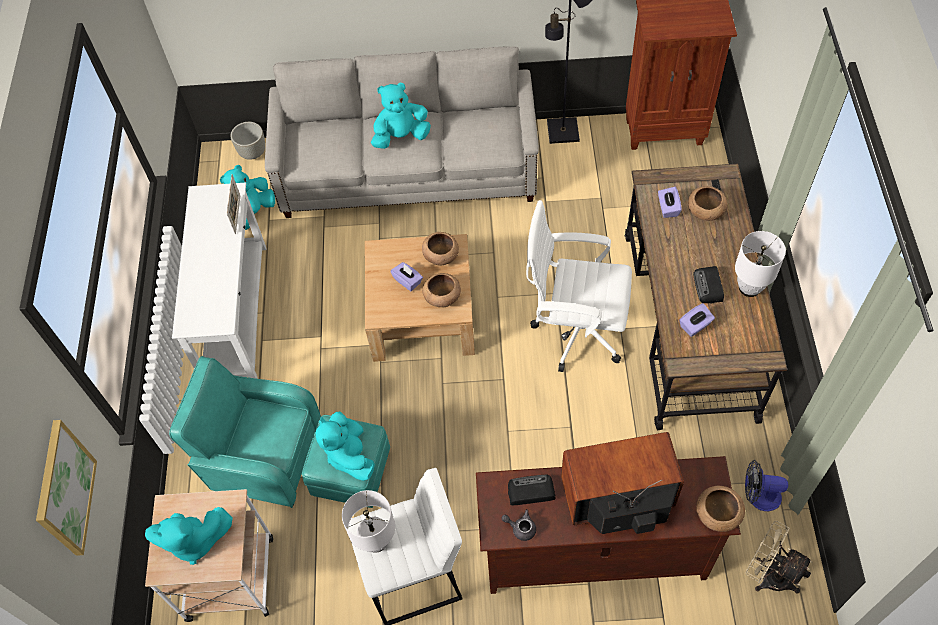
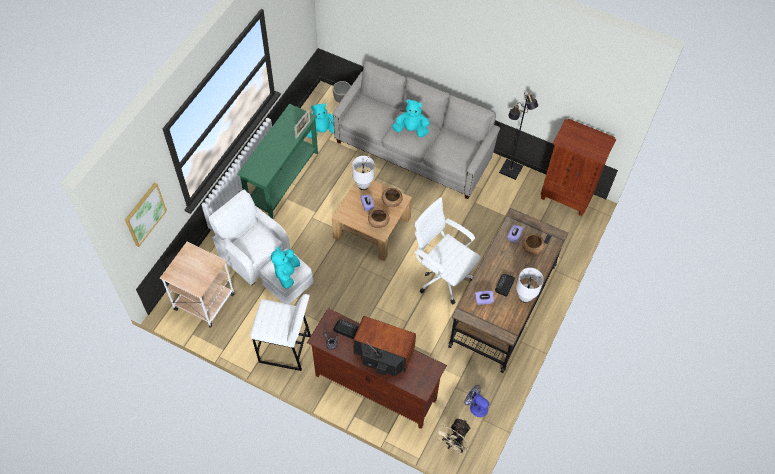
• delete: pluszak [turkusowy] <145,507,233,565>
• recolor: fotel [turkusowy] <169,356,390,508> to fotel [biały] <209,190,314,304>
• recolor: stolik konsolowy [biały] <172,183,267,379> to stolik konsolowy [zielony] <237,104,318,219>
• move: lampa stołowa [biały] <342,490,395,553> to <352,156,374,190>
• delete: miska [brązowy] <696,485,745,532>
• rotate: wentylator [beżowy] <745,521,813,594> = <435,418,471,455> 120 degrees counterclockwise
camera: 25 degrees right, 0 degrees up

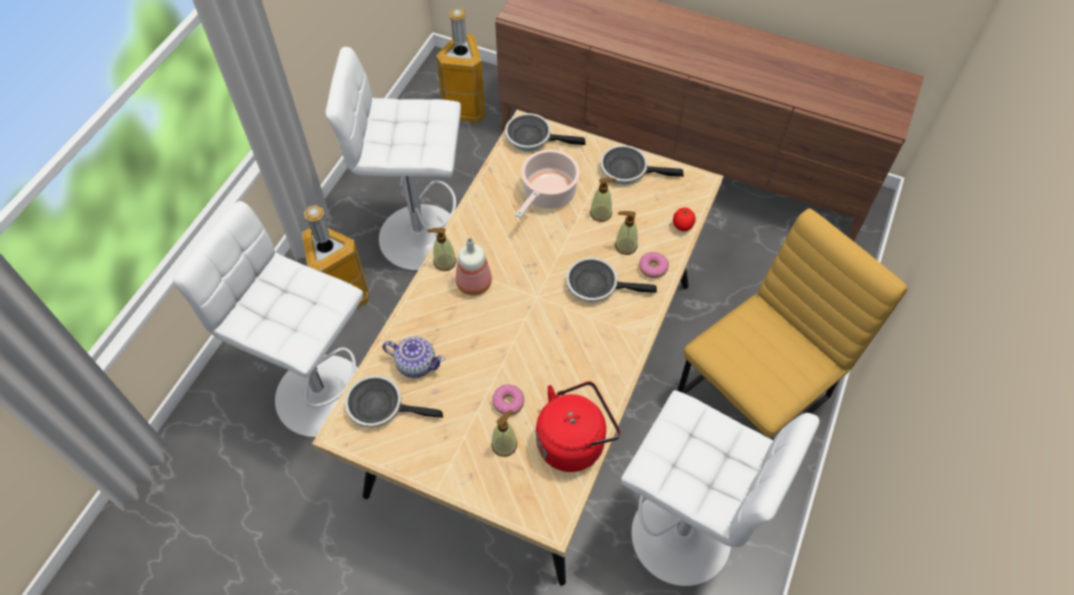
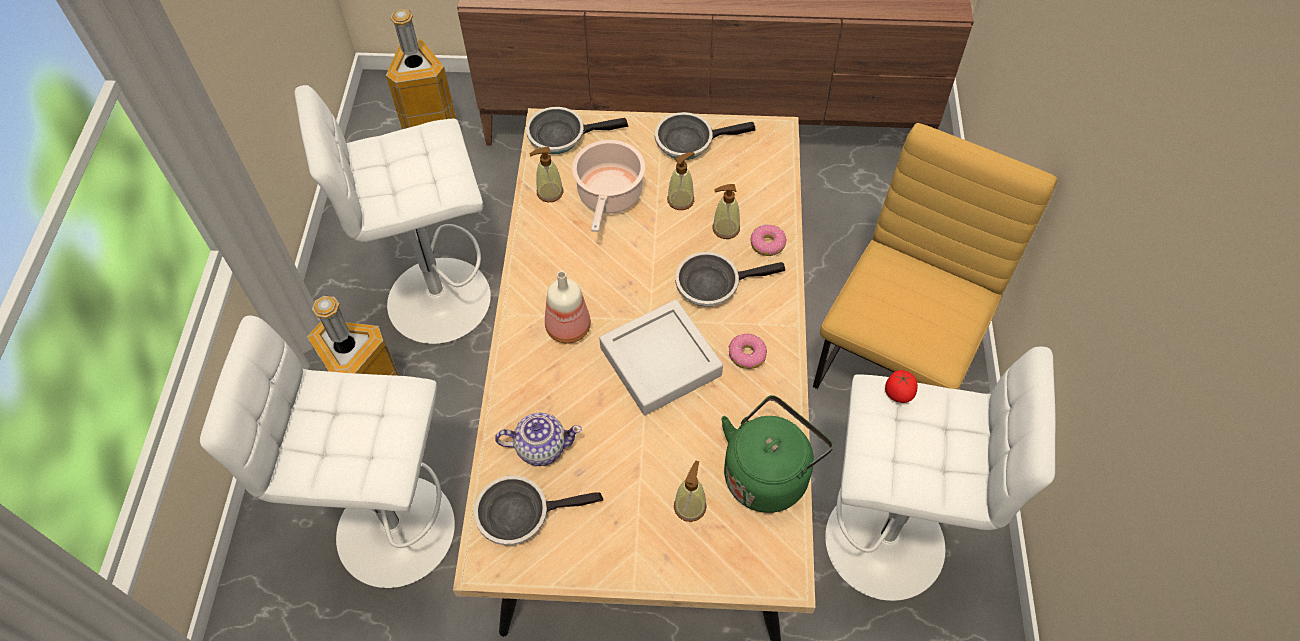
• move: dozownik mydła <428,228,456,271> to <530,147,564,202>
• move: donut <492,385,524,415> to <729,334,767,369>
• recolor: czajnik [czerwony] <536,381,621,472> to czajnik [zielony] <721,395,833,513>
• move: pomidor <673,208,696,231> to <885,370,918,403>
• insert: taca [szary] <599,300,723,415>
camera: 20 degrees left, 0 degrees up

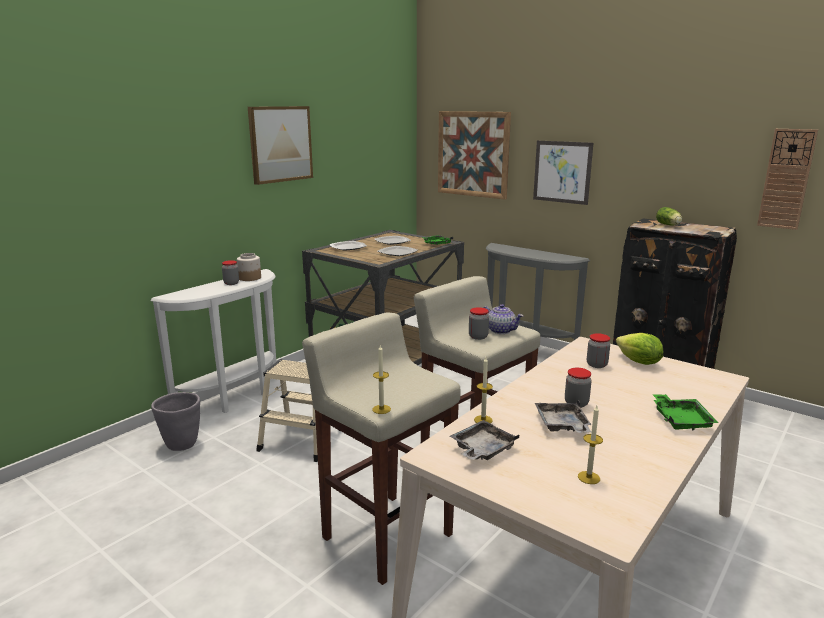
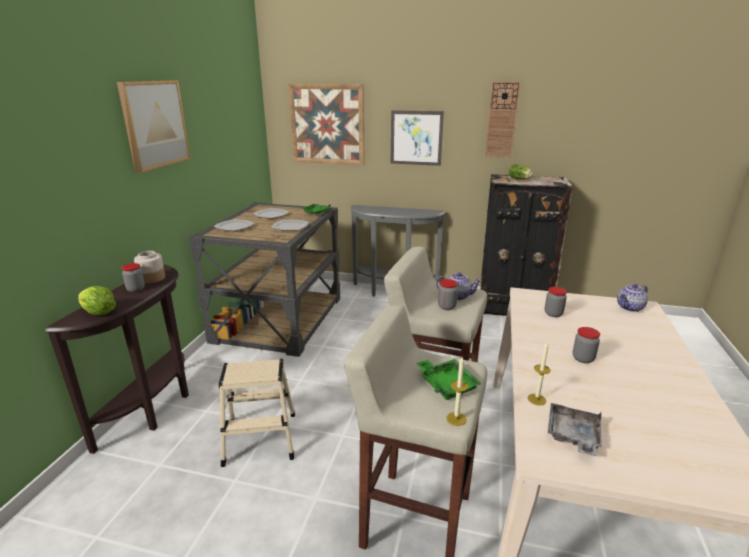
• recolor: stolik konsolowy [biały] <150,269,276,413> to stolik konsolowy [brązowy] <44,264,189,454>
• delete: donica [szary] <151,392,200,451>
• delete: taca [szary] <535,400,591,433>
• delete: świeca <578,405,603,484>
• move: sałata <616,333,663,365> to <78,286,116,316>
• move: taca [zielony] <652,394,718,431> to <417,359,482,400>
• move: zegar ścienny <757,129,818,230> to <485,81,521,158>
• insert: imbryk <617,284,648,312>
camera: 25 degrees left, 5 degrees up

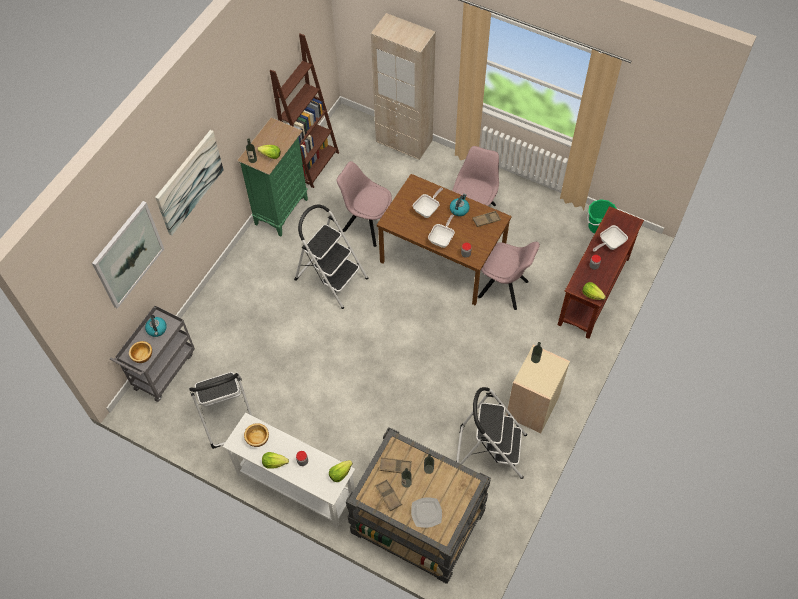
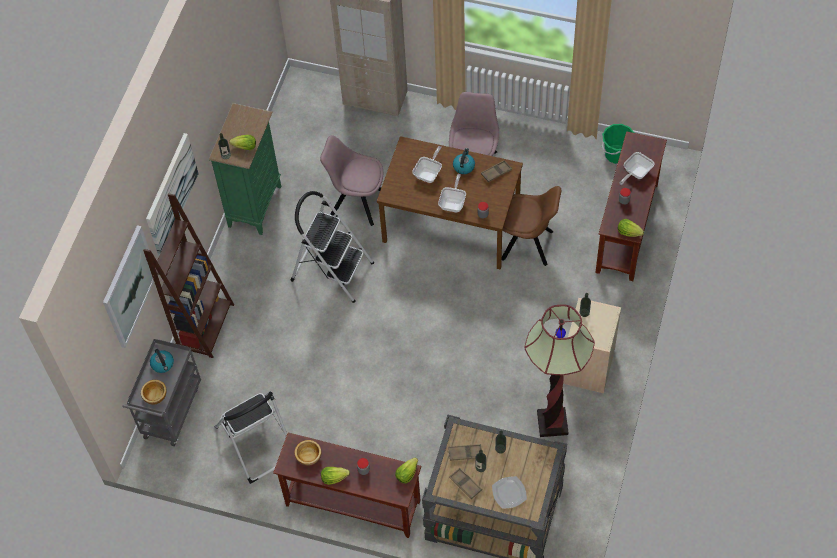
• recolor: stolik konsolowy [biały] <223,413,355,528> to stolik konsolowy [brązowy] <273,432,421,538>
• move: regał [brązowy] <270,34,339,188> to <143,193,234,358>
• replace: drabinka <456,387,527,479> to lampa stojąca <524,304,595,437>
• recolor: krzesło [różowy] <478,242,540,310> to krzesło [brązowy] <502,186,561,266>
camera: 10 degrees left, 0 degrees up

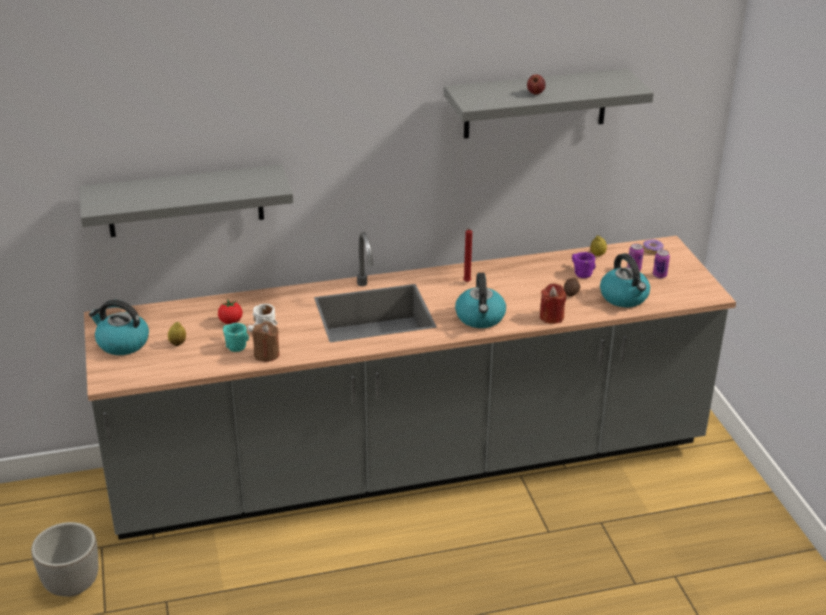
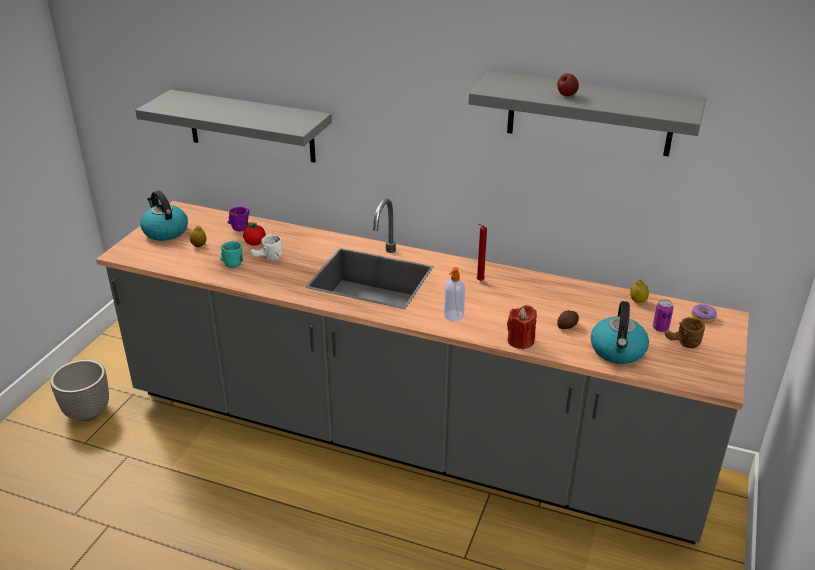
• delete: świeca [brązowy] <252,321,279,362>
• replace: czajnik <455,273,506,328> to dozownik mydła <444,267,465,321>
• move: kubek [fioletowy] <572,252,596,278> to <228,207,249,231>
• replace: puszka <653,250,670,279> to kubek [brązowy] <665,317,705,348>
camera: 35 degrees right, 0 degrees up

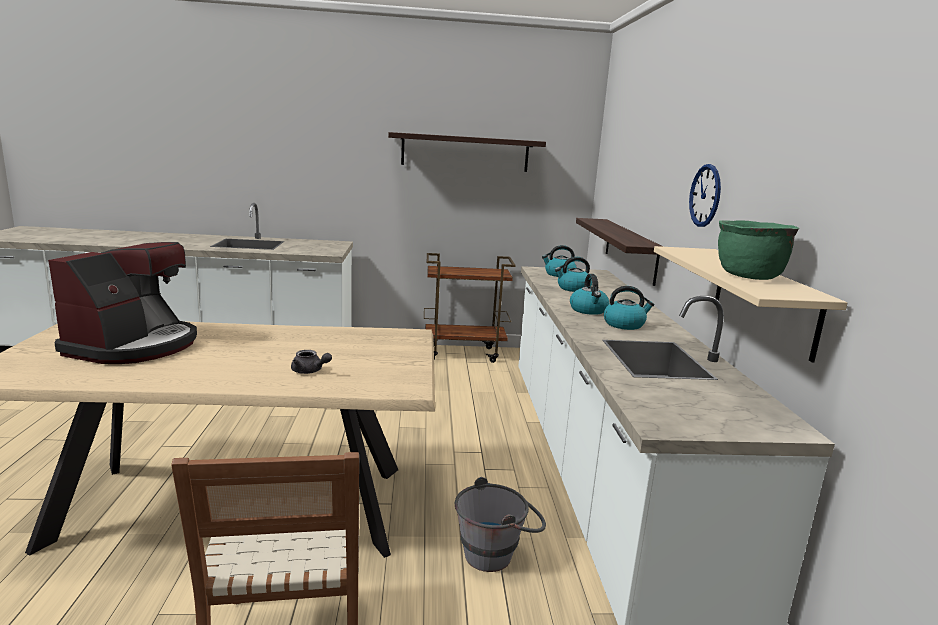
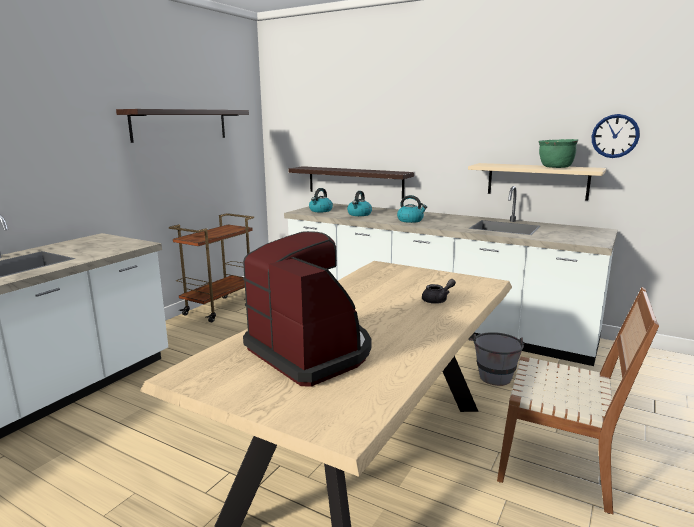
• delete: czajnik <604,286,655,330>
• move: zegar ścienny <689,164,721,227> to <592,114,640,158>
camera: 55 degrees left, 0 degrees up

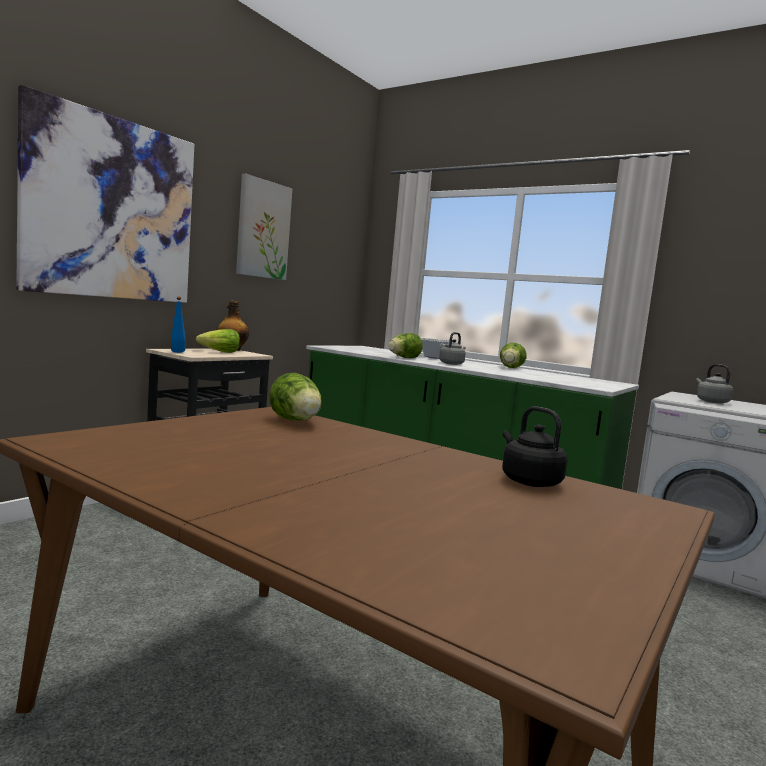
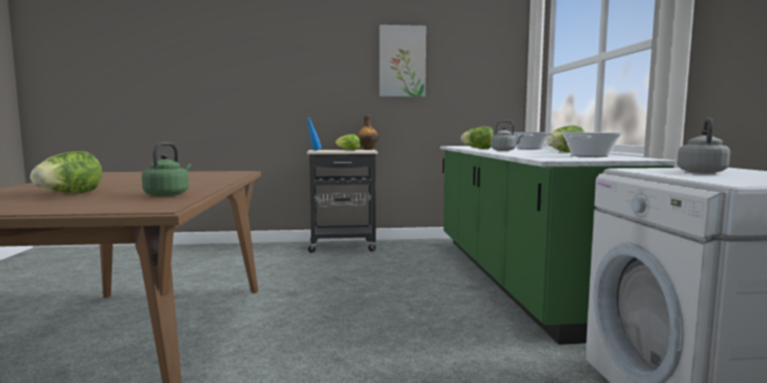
• delete: obraz <16,85,194,303>
• move: sałata <269,373,321,421> to <30,151,102,193>
• recolor: czajnik [czarny] <502,406,568,487> to czajnik [zielony] <142,142,192,197>
• insert: garnek <560,132,625,157>
camera: 50 degrees right, 0 degrees up

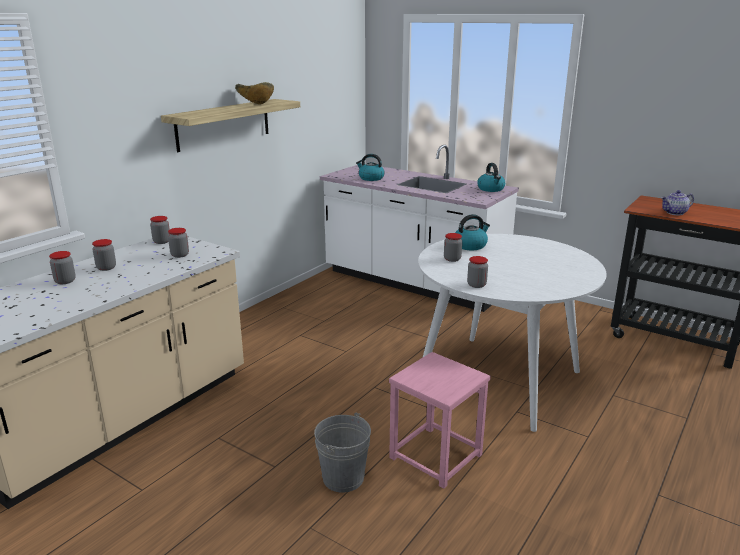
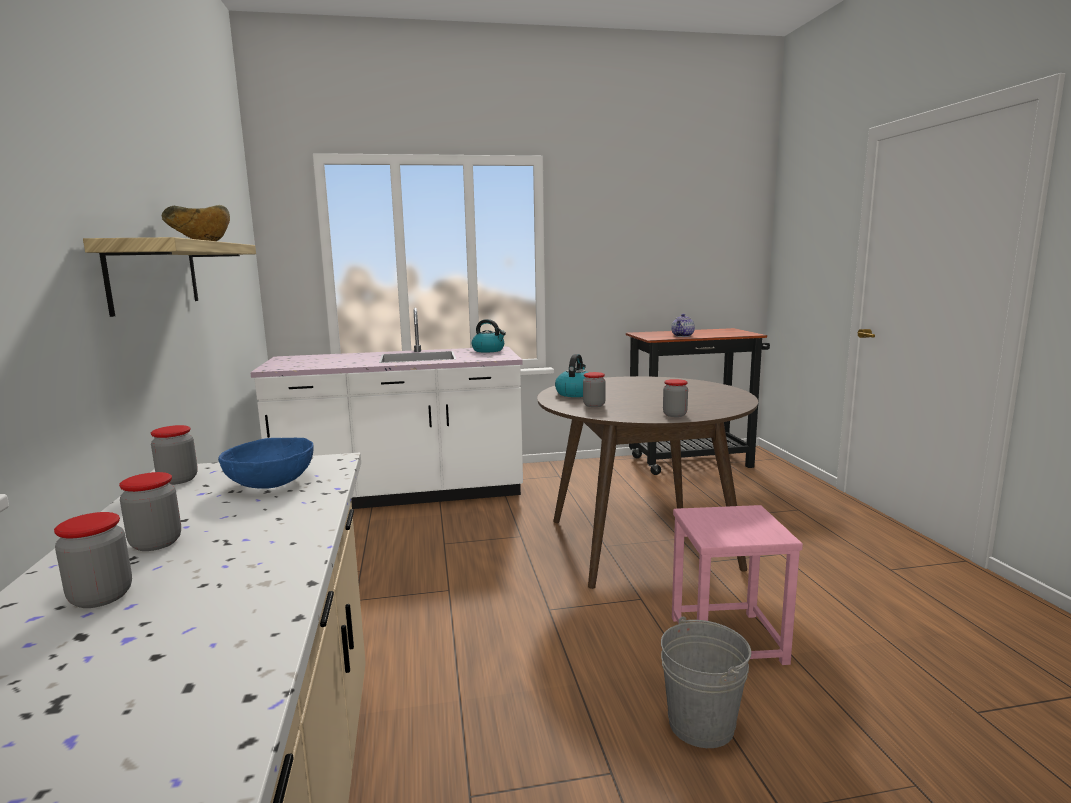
• replace: słoik <168,228,189,258> to miska [niebieski] <218,438,314,489>
• delete: czajnik <356,154,385,181>
• recolor: stół jadalny [biały] <418,234,607,432> to stół jadalny [brązowy] <537,376,758,589>
camera: 45 degrees left, 10 degrees down

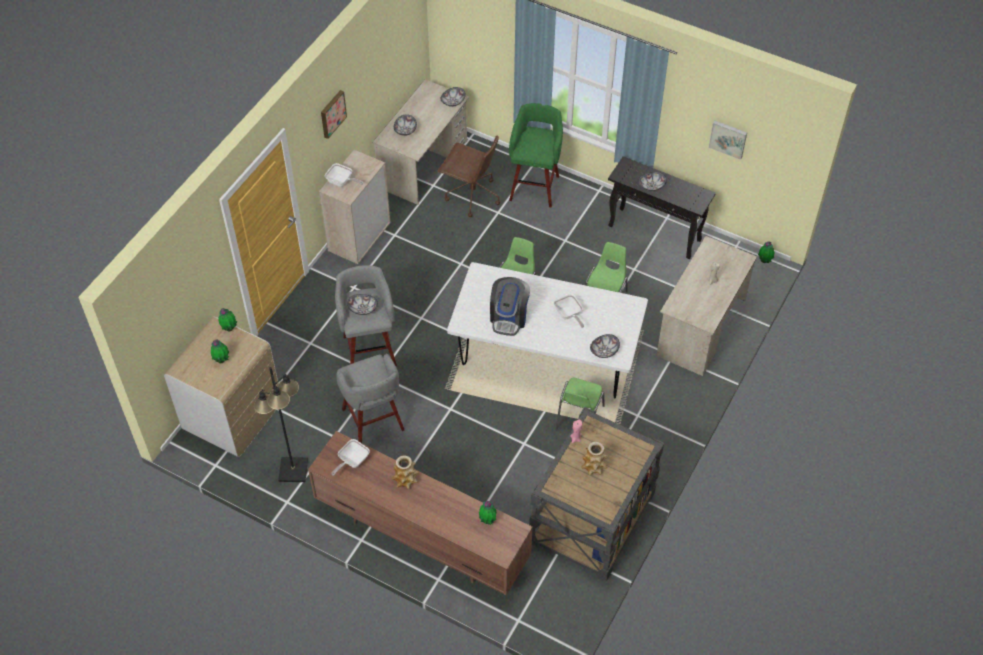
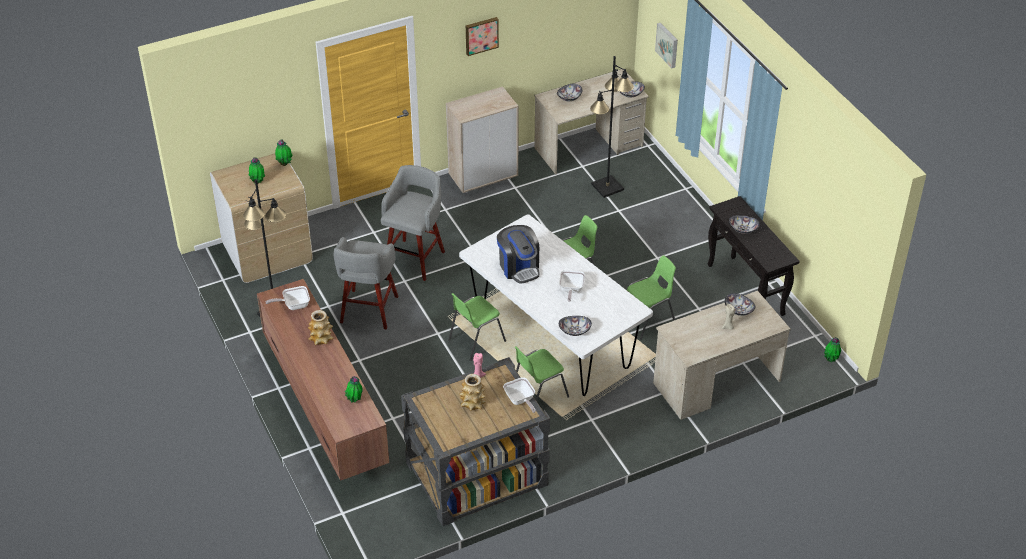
• move: patelnia <325,163,363,187> to <503,377,536,413>
• move: miska <347,294,378,315> to <725,293,755,316>
• replace: krzesło biurowe [brązowy] <437,135,500,217> to lampa stojąca [czarny] <590,56,634,198>
• rotate: ekspres do kawy <490,277,530,336> = <497,225,539,284> 75 degrees counterclockwise
• delete: stołek [zielony] <509,103,563,207>
• move: obraz <709,121,747,160> to <655,23,678,68>
• insert: krzesło [zielony] <448,293,506,361>
camera: 35 degrees right, 10 degrees down

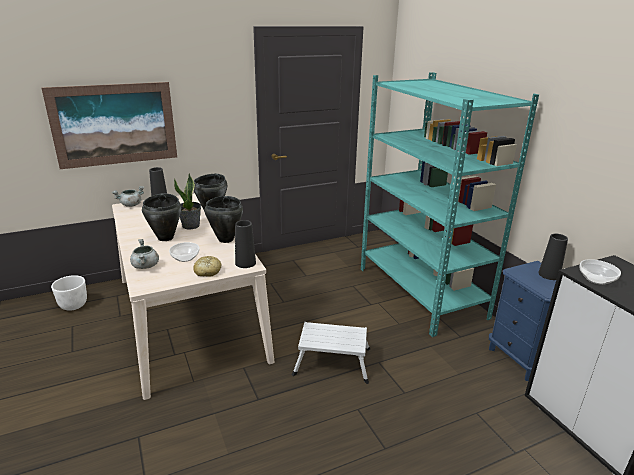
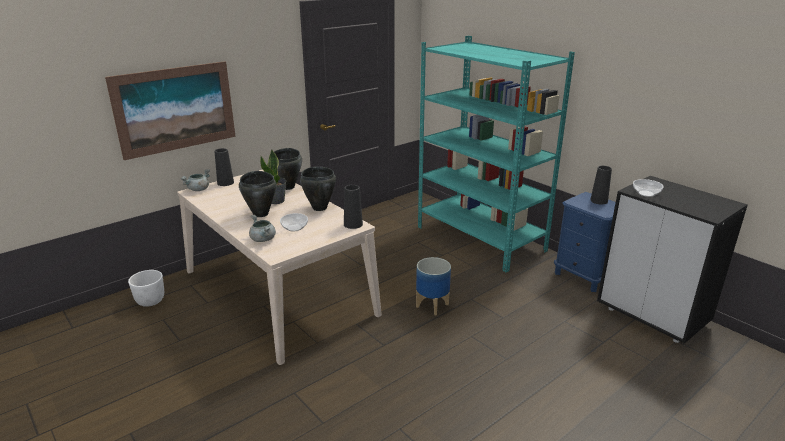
• delete: chleb <193,256,222,277>
• replace: drabinka [biały] <292,322,370,384> to donica <416,257,451,315>
camera: 15 degrees left, 0 degrees up

